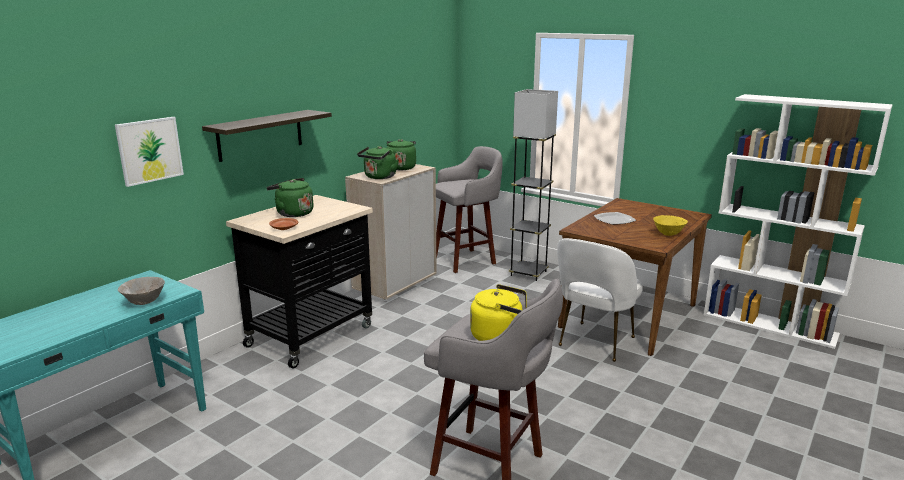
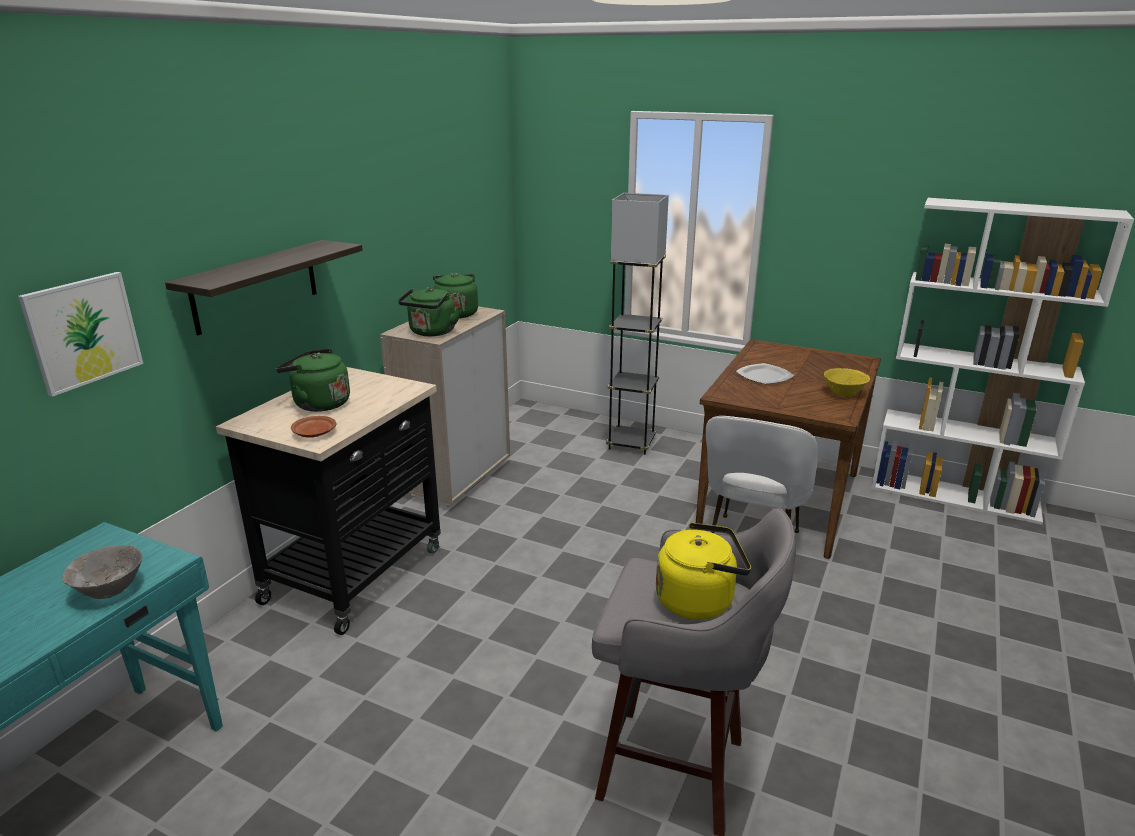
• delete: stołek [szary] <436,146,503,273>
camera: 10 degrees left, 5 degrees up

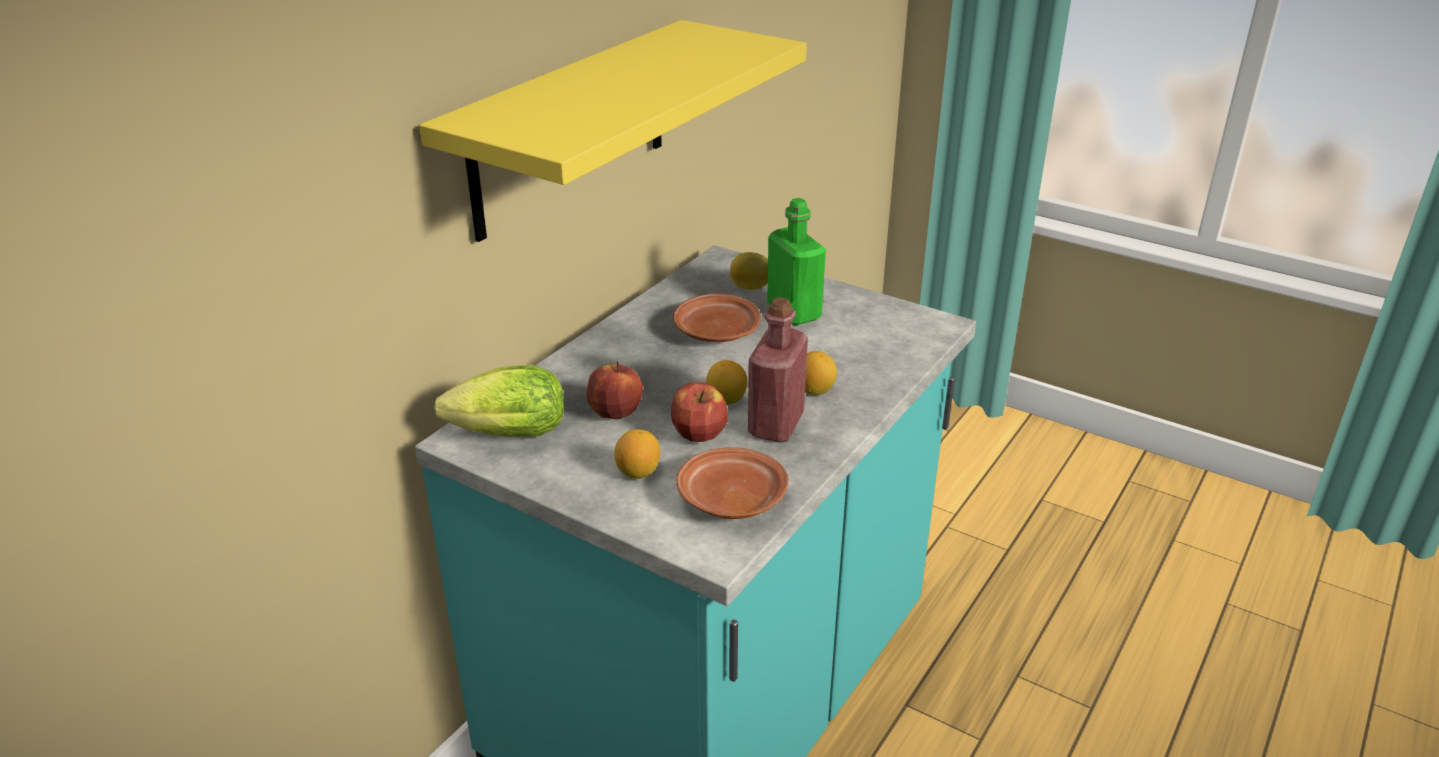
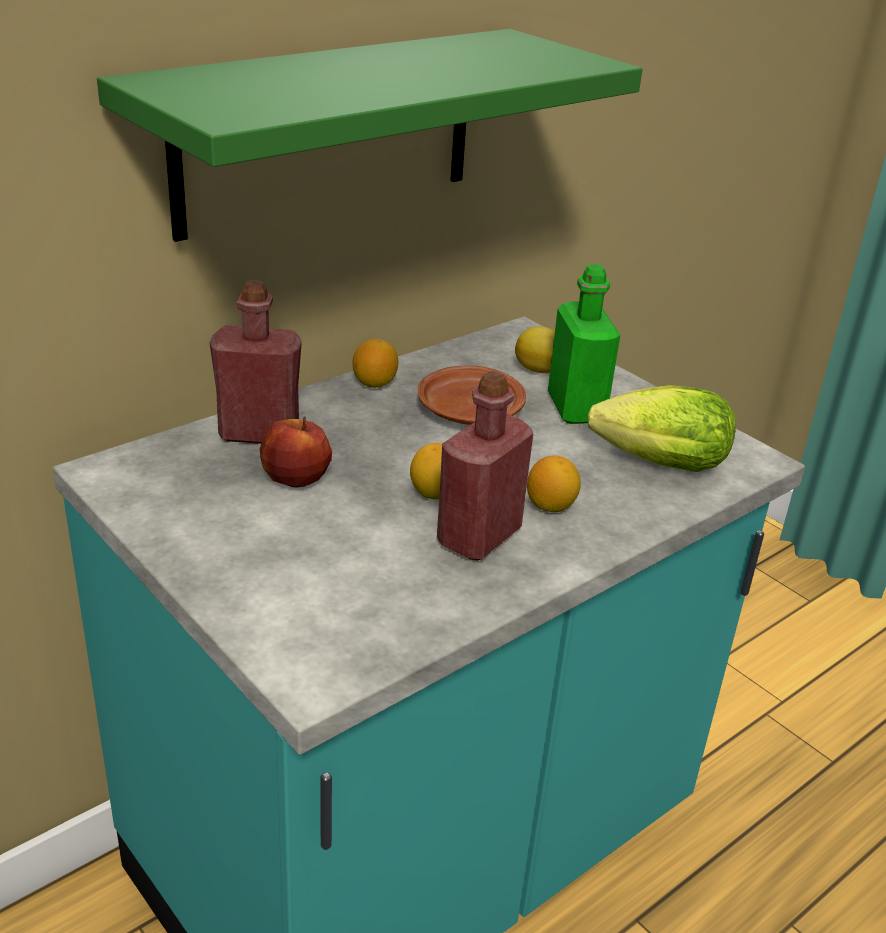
• recolor: półka [żółty] <419,20,807,242> to półka [zielony] <97,29,642,242>
• move: sałata <434,365,564,437> to <587,385,736,472>
• move: cytryna <614,429,660,479> to <352,339,399,388>
• delete: jabłko <671,382,728,442>
• delete: talerz [brązowy] <676,447,789,519>
• insert: butelka [czerwony] <210,280,302,444>
camera: 15 degrees right, 0 degrees up

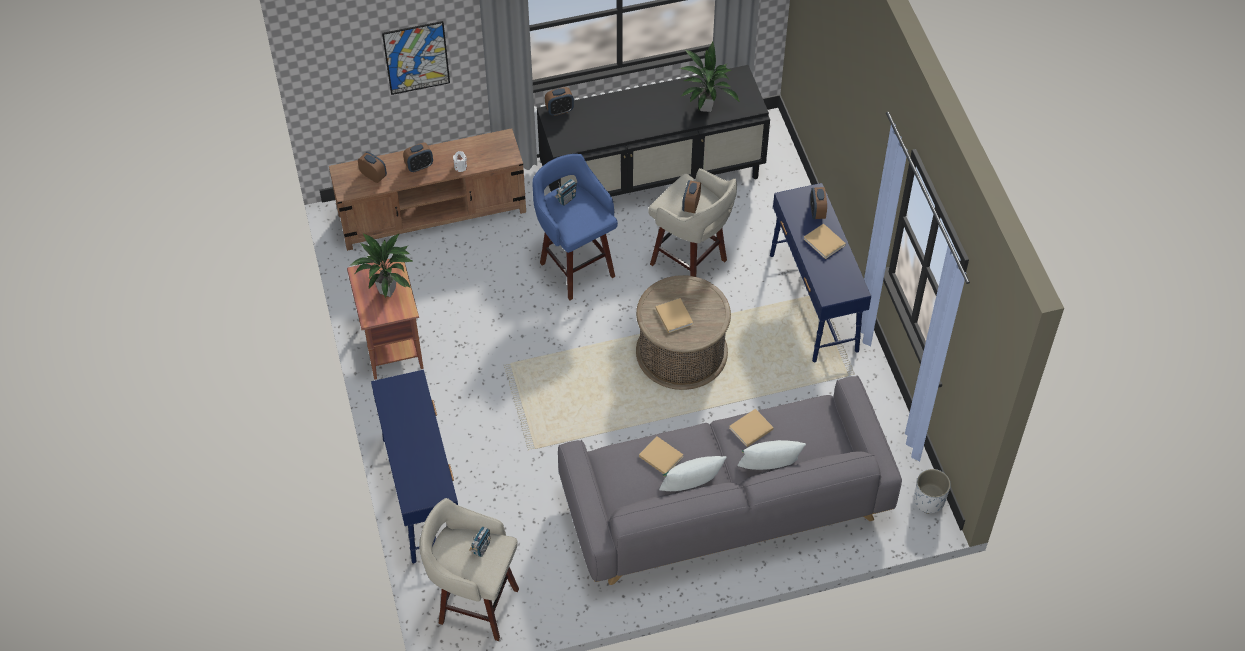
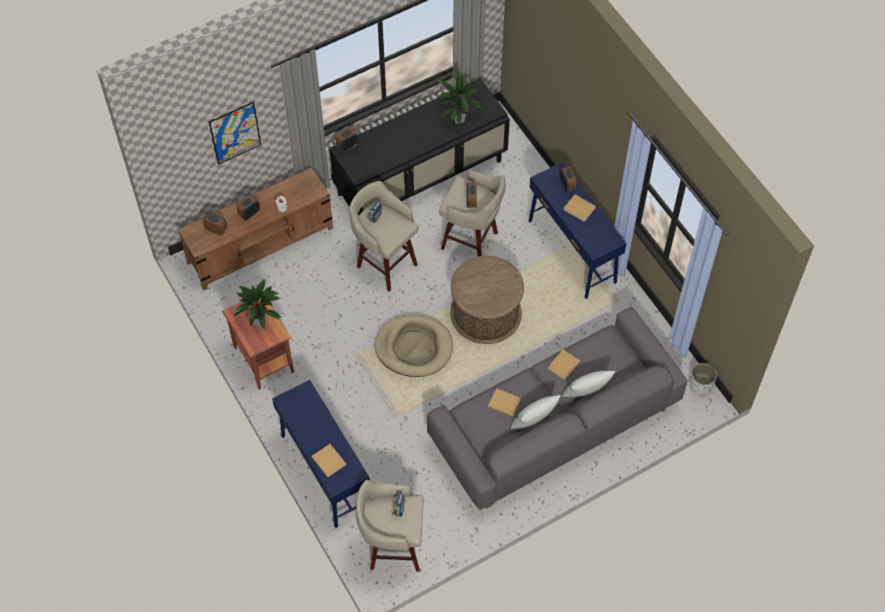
• recolor: stołek [niebieski] <532,154,618,300> to stołek [beżowy] <349,181,419,292>
• move: książka [beżowy] <655,298,693,333> to <312,444,346,477>
• insert: legowisko [beżowy] <375,314,453,377>
camera: 15 degrees left, 5 degrees up

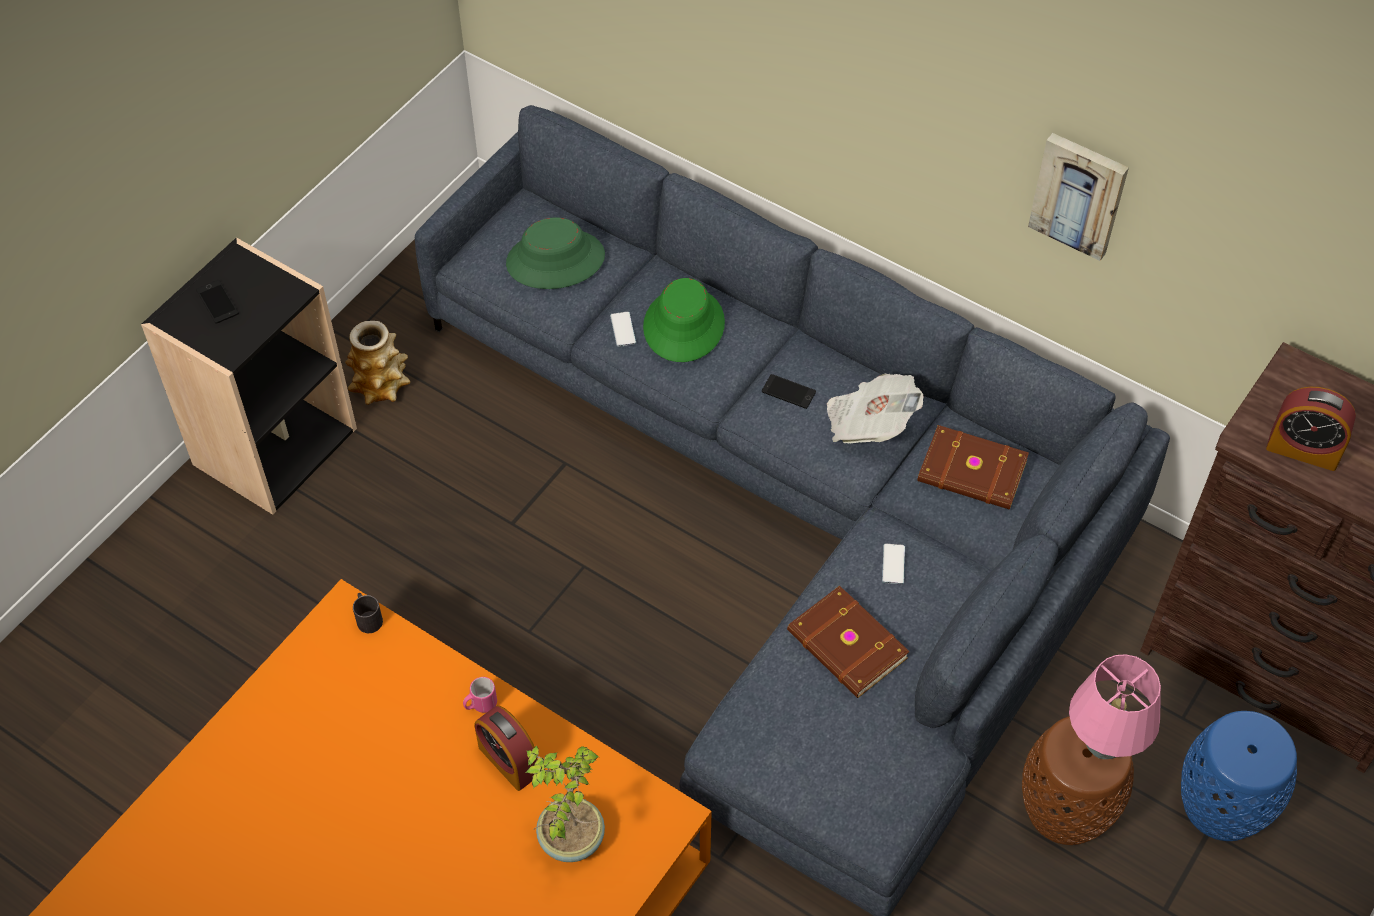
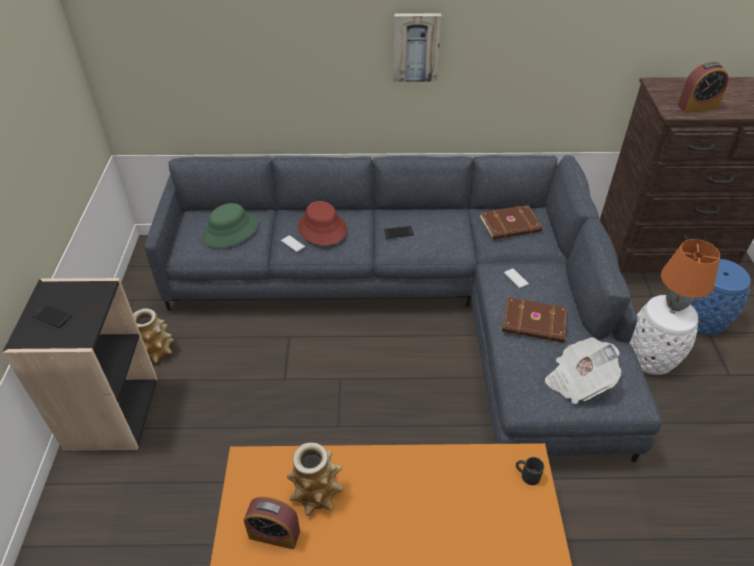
• move: kubek [czarny] <353,593,383,633> to <516,457,544,485>
• delete: kubek [różowy] <463,677,497,713>
• move: budzik <475,706,537,791> to <244,497,300,549>
• delete: roślina doniczkowa <525,745,605,862>
• recolor: kapelusz [zielony] <643,278,725,362> to kapelusz [czerwony] <298,201,347,246>
• move: gazeta <827,373,923,443> to <545,337,622,404>
• recolor: stołek [brązowy] <1022,716,1134,845> to stołek [biały] <629,295,698,375>
• move: obraz <1028,133,1129,261> to <393,13,442,82>
• recolor: lampa stołowa [różowy] <1069,654,1161,759> to lampa stołowa [pomarańczowy] <661,239,720,311>
• insert: wazon <287,443,343,516>
camera: 35 degrees left, 10 degrees down

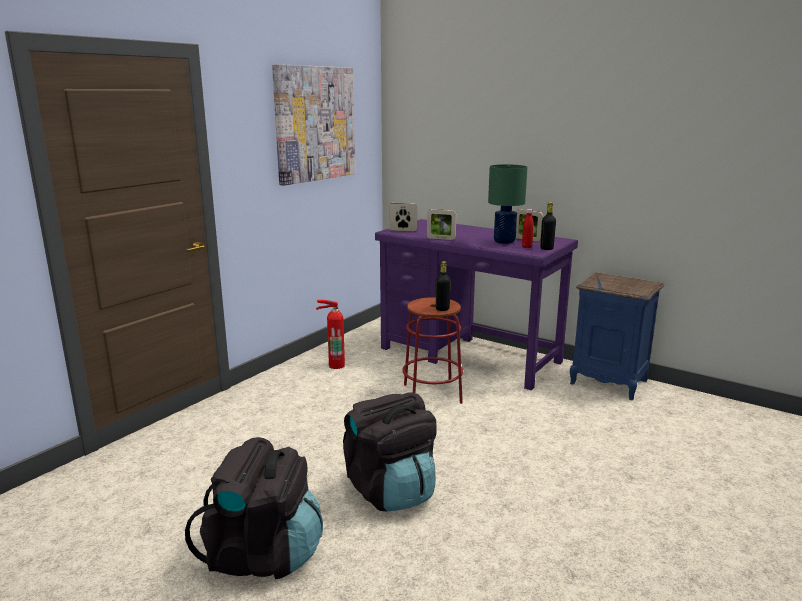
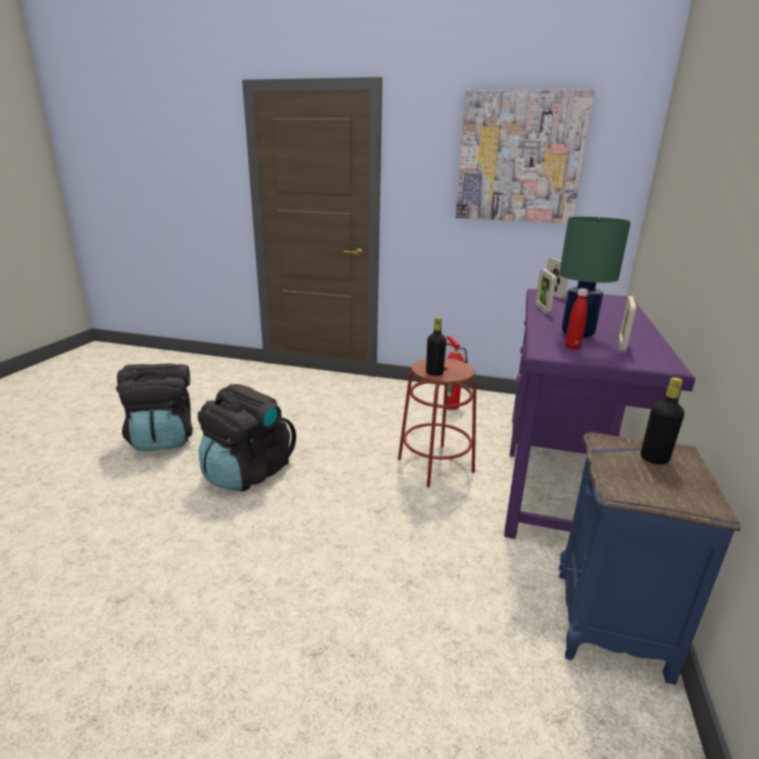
• move: butelka [czarny] <540,202,556,250> to <641,377,685,464>
camera: 70 degrees right, 5 degrees up

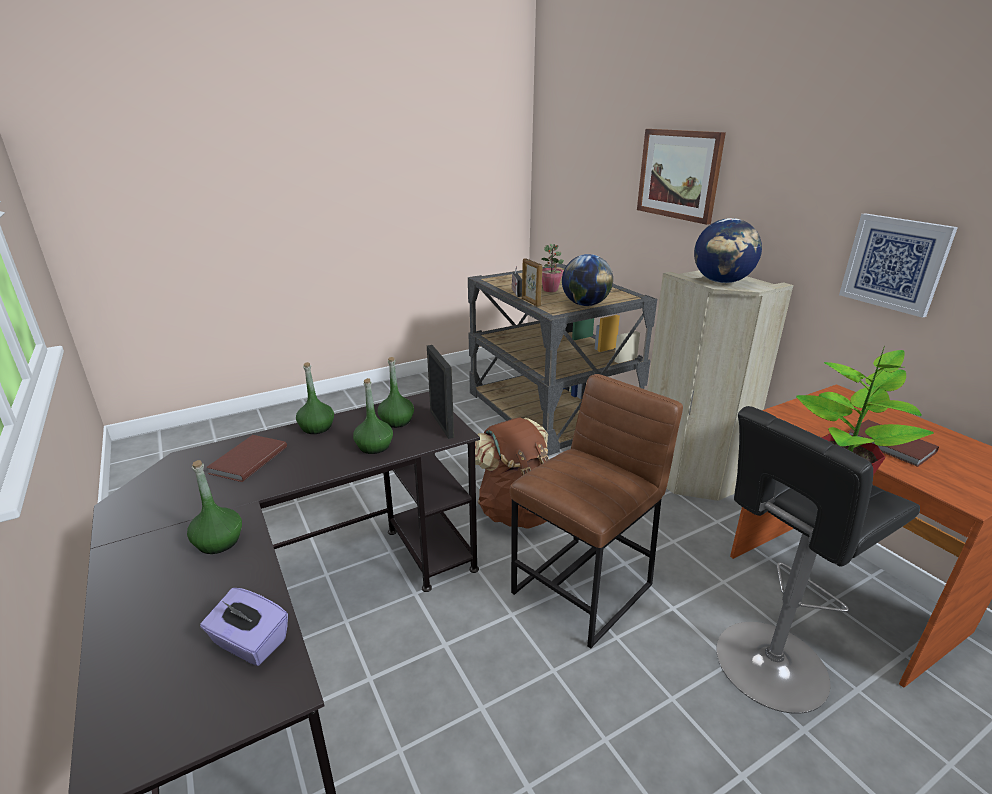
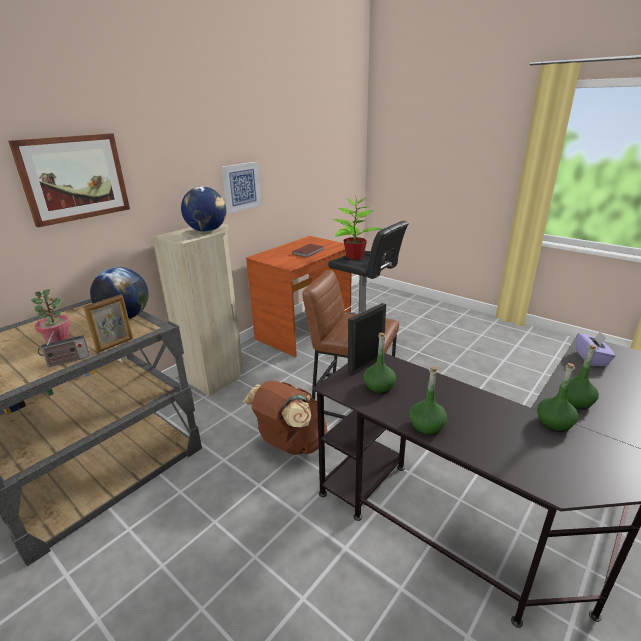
• delete: książka [brązowy] <206,435,287,482>
• move: butelka [zielony] <353,378,393,454> to <537,363,578,432>
camera: 110 degrees left, 0 degrees up

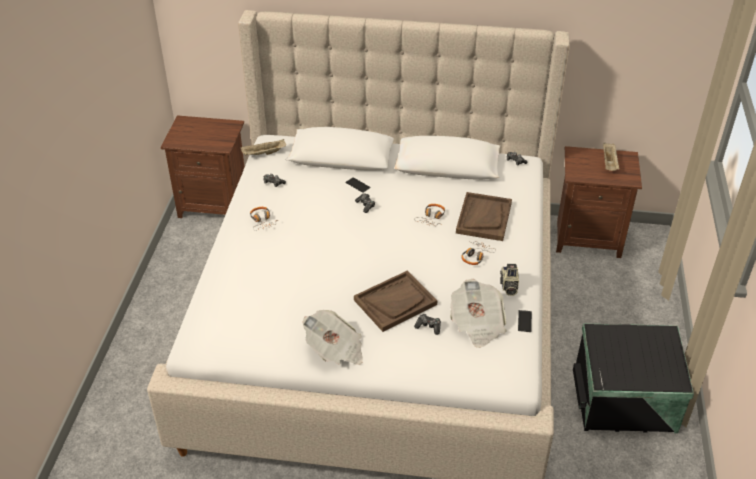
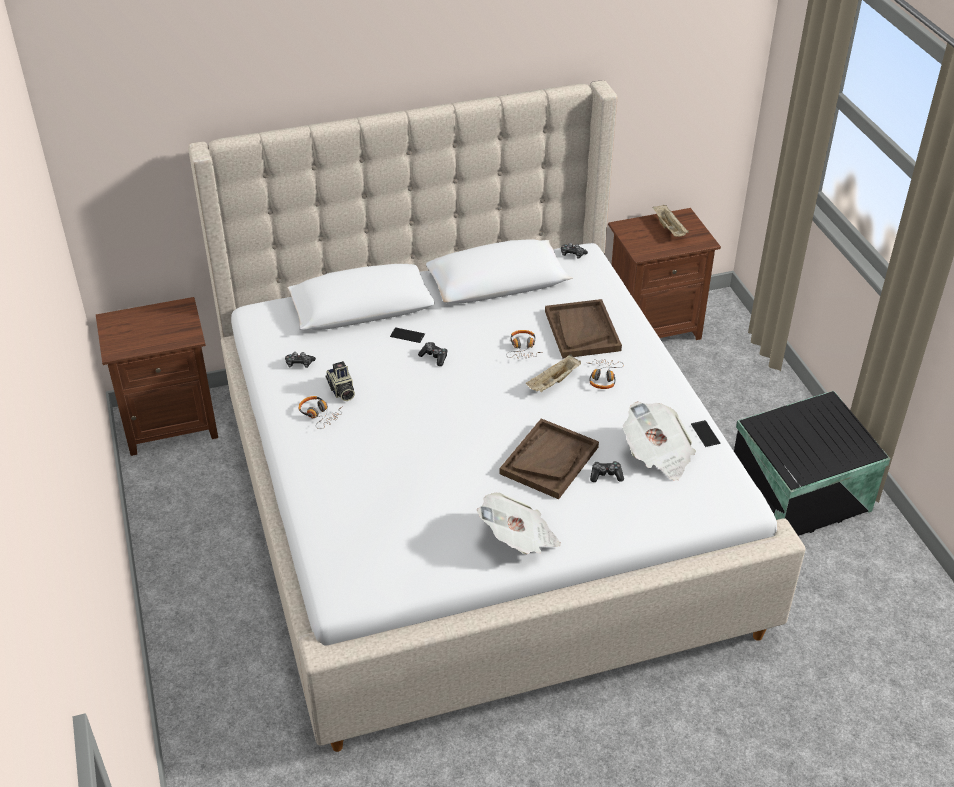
• move: taca [beżowy] <241,139,286,156> to <526,354,581,392>
• move: aparat fotograficzny <500,264,519,296> to <325,361,355,401>
camera: 25 degrees left, 0 degrees up

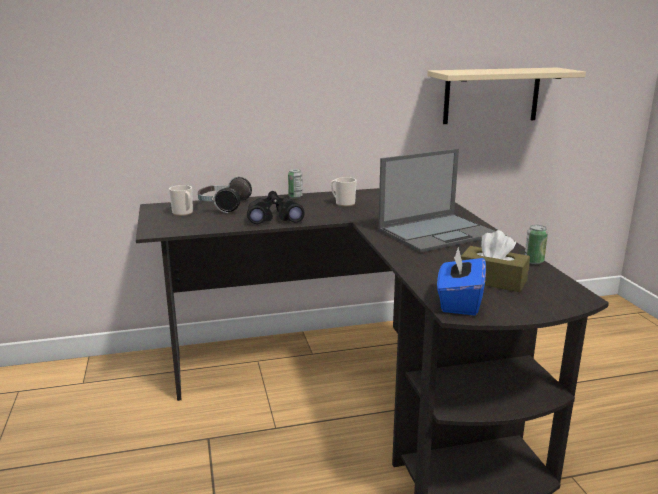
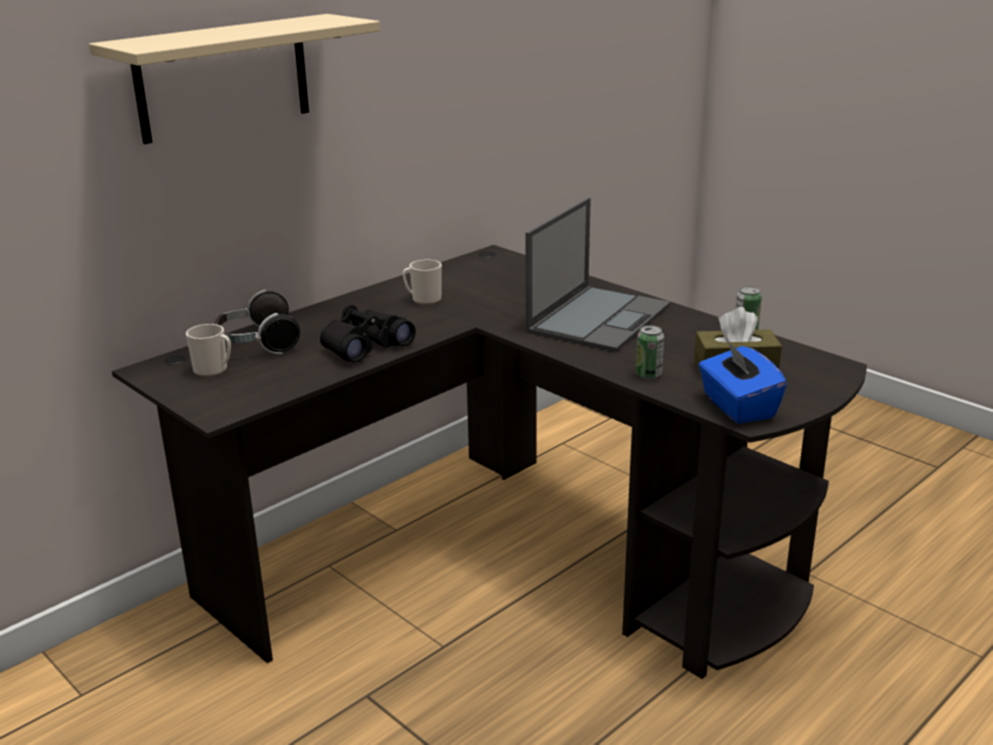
• move: puszka <288,169,303,198> to <636,325,664,379>
• move: półka [beżowy] <427,68,586,124> to <89,14,380,144>
camera: 30 degrees left, 5 degrees up

